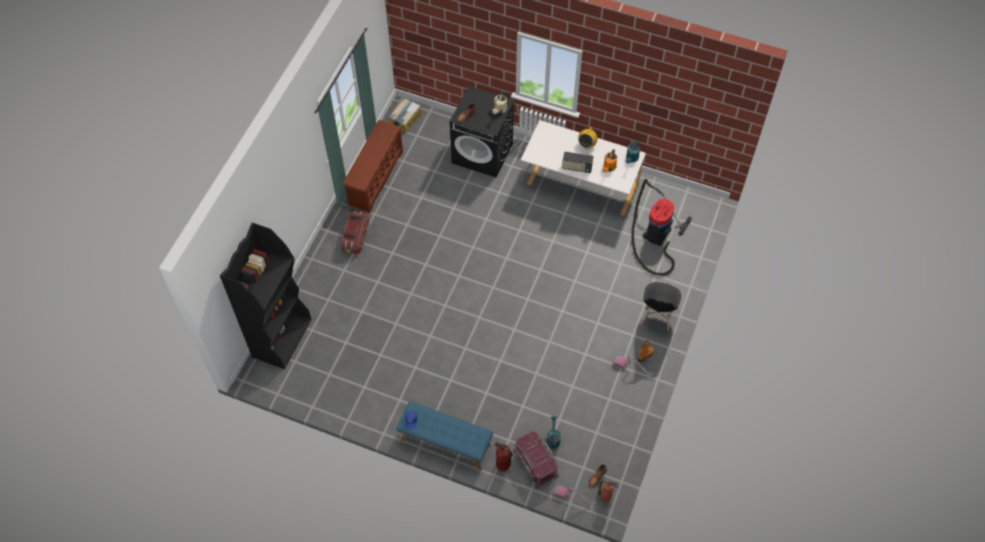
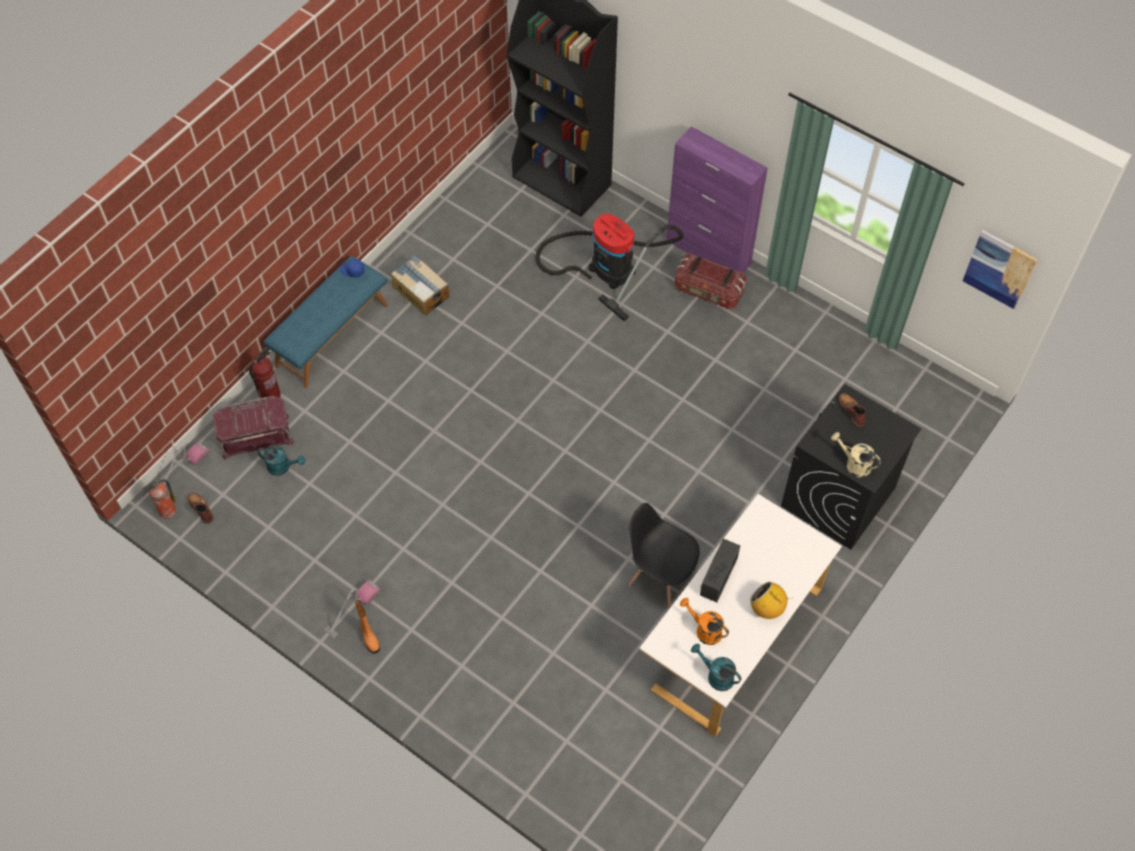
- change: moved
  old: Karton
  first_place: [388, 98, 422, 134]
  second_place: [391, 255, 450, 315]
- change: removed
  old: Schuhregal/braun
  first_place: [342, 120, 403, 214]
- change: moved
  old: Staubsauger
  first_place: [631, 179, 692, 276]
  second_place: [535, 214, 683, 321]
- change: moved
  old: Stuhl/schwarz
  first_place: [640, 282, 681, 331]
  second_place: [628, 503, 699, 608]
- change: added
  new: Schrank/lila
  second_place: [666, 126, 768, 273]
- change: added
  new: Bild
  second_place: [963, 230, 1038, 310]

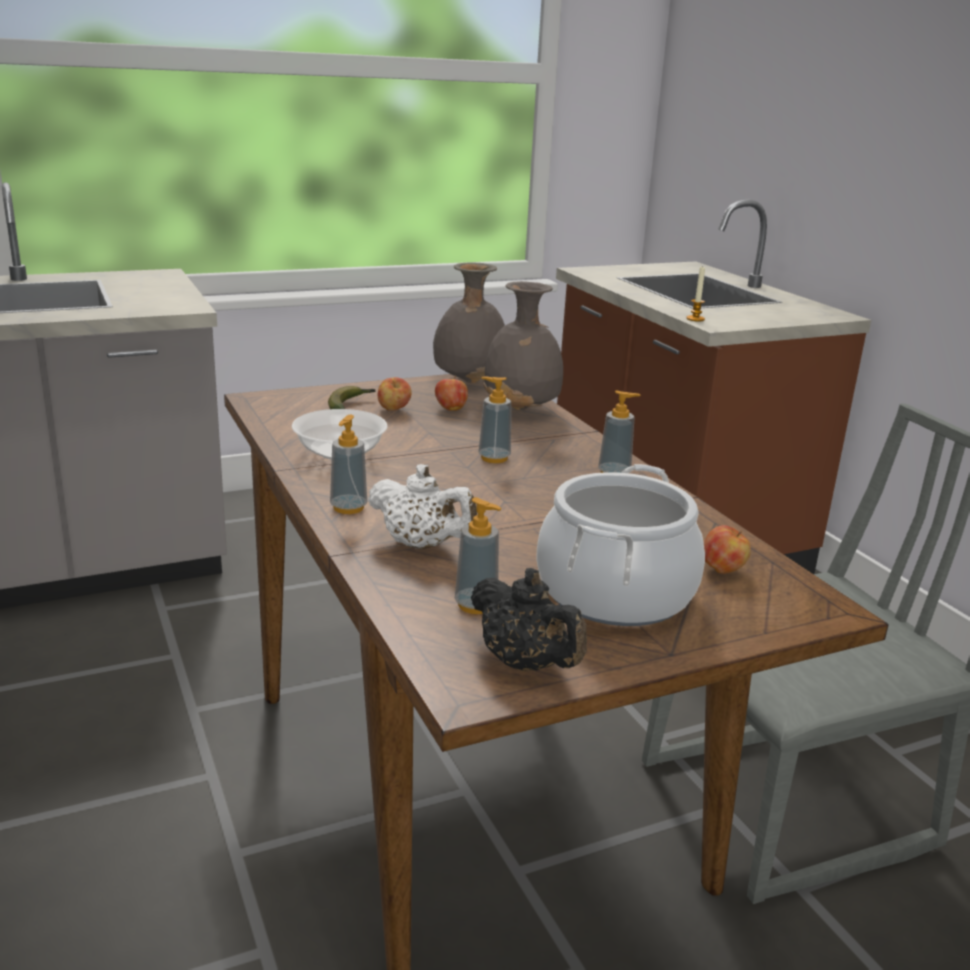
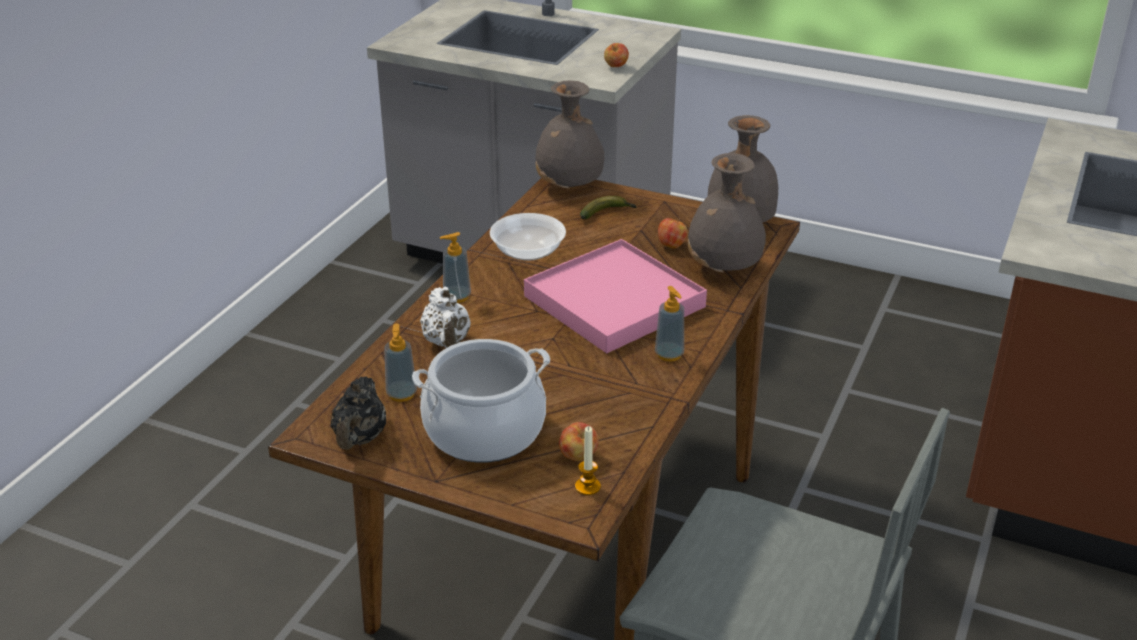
- change: moved
  old: Kerze
  first_place: [687, 267, 705, 322]
  second_place: [575, 426, 601, 496]
- change: moved
  old: Apfel
  first_place: [378, 377, 412, 411]
  second_place: [604, 43, 629, 67]
- change: replaced
  old: Seifenspender
  new: Tablett/rosa
  first_place: [478, 377, 511, 463]
  second_place: [524, 239, 707, 353]
- change: added
  new: Vase/grau
  second_place: [535, 80, 604, 189]

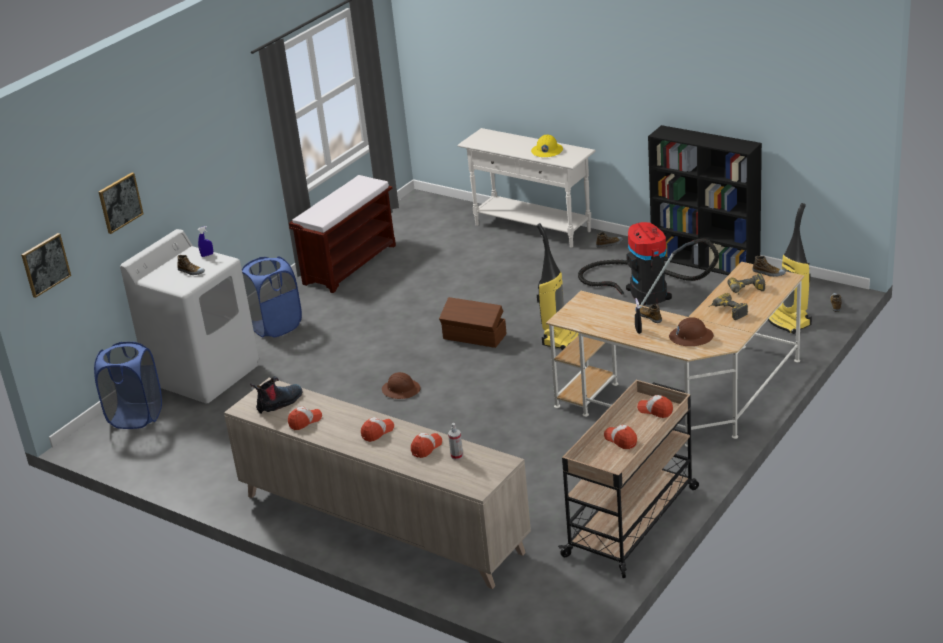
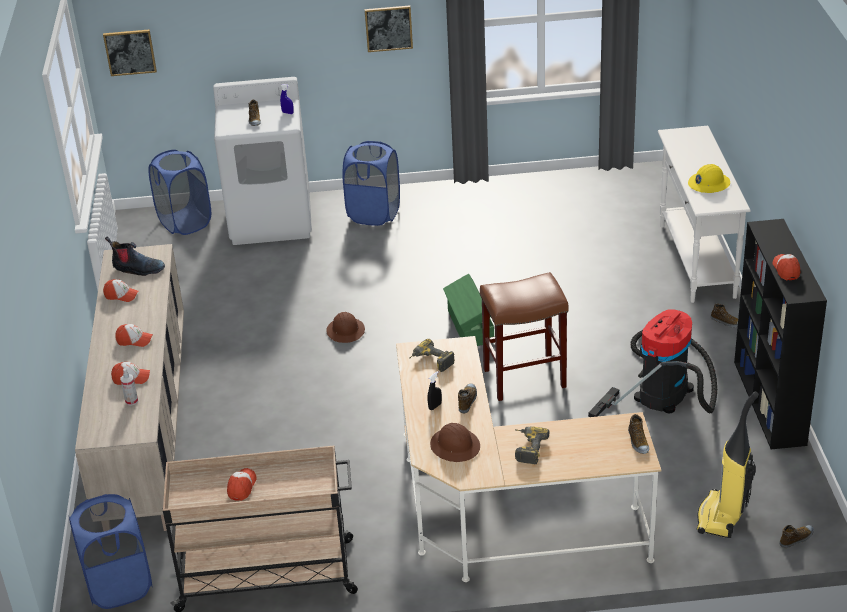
- change: moved
  old: Bild
  first_place: [99, 173, 144, 234]
  second_place: [364, 5, 413, 52]
- change: removed
  old: Bank/braun
  first_place: [289, 175, 396, 293]
- change: replaced
  old: Staubsauger
  new: Hocker/braun
  first_place: [537, 223, 579, 350]
  second_place: [480, 272, 569, 401]
- change: moved
  old: Bohrmaschine
  first_place: [728, 273, 765, 294]
  second_place: [409, 339, 455, 372]
- change: recoloured
  old: Aufbewahrungsbox/braun
  new: Aufbewahrungsbox/grün
  first_place: [439, 297, 506, 348]
  second_place: [443, 274, 494, 346]
- change: moved
  old: Kappe
  first_place: [637, 395, 673, 418]
  second_place: [773, 254, 800, 280]
- change: added
  new: Wäschekorb/blau
  second_place: [68, 494, 153, 609]

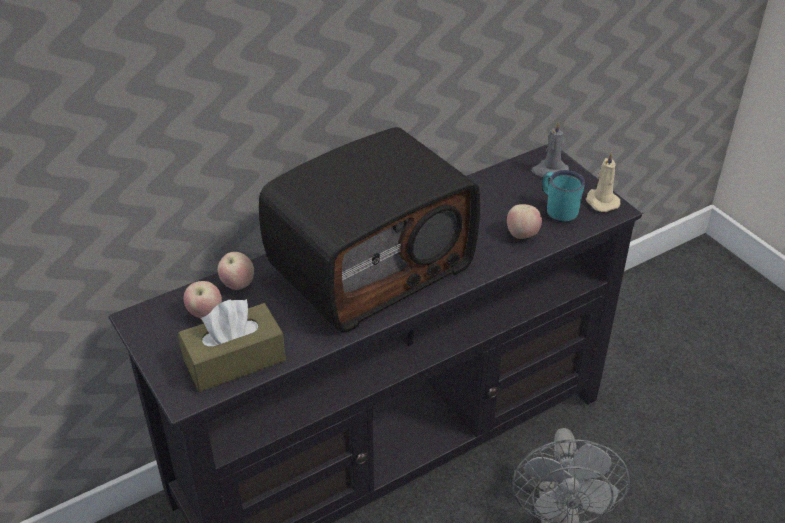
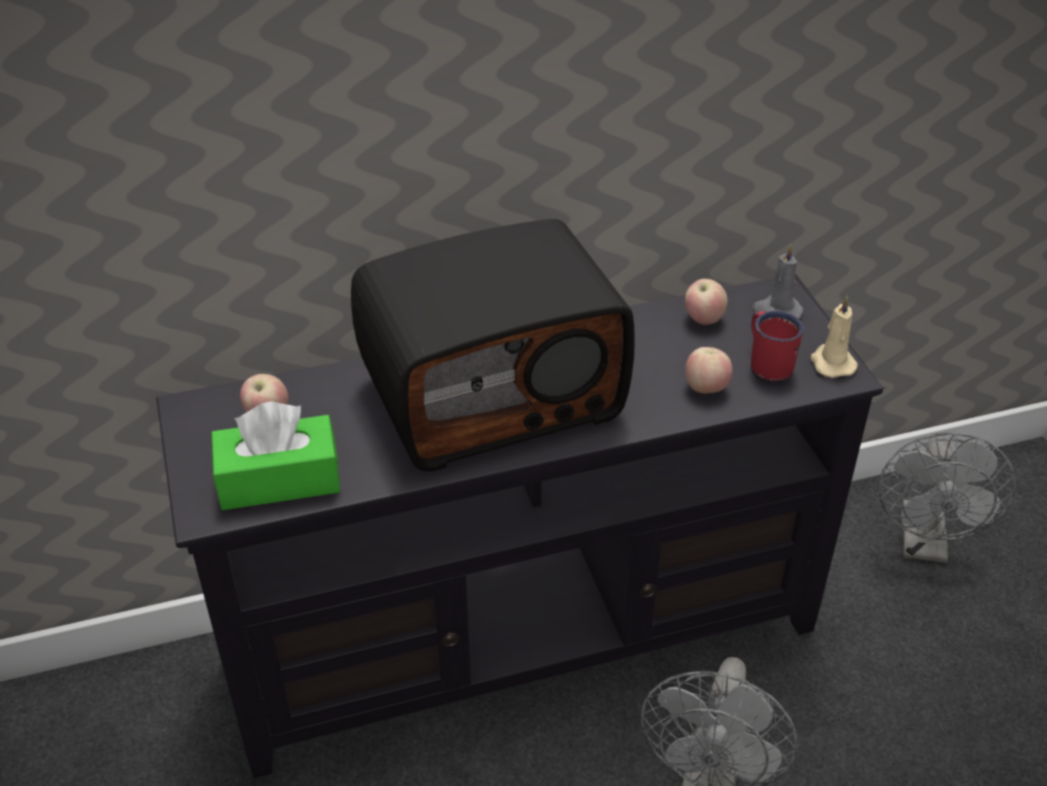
- change: recoloured
  old: Henkelbecher/türkis
  new: Henkelbecher/rot
  first_place: [542, 170, 585, 223]
  second_place: [751, 310, 803, 383]
- change: moved
  old: Apfel
  first_place: [218, 252, 254, 290]
  second_place: [685, 279, 728, 325]
- change: recoloured
  old: Taschentuchbox/braun
  new: Taschentuchbox/grün
  first_place: [178, 299, 286, 392]
  second_place: [211, 402, 340, 510]
- change: added
  new: Ventilator/grau
  second_place: [878, 433, 1016, 563]

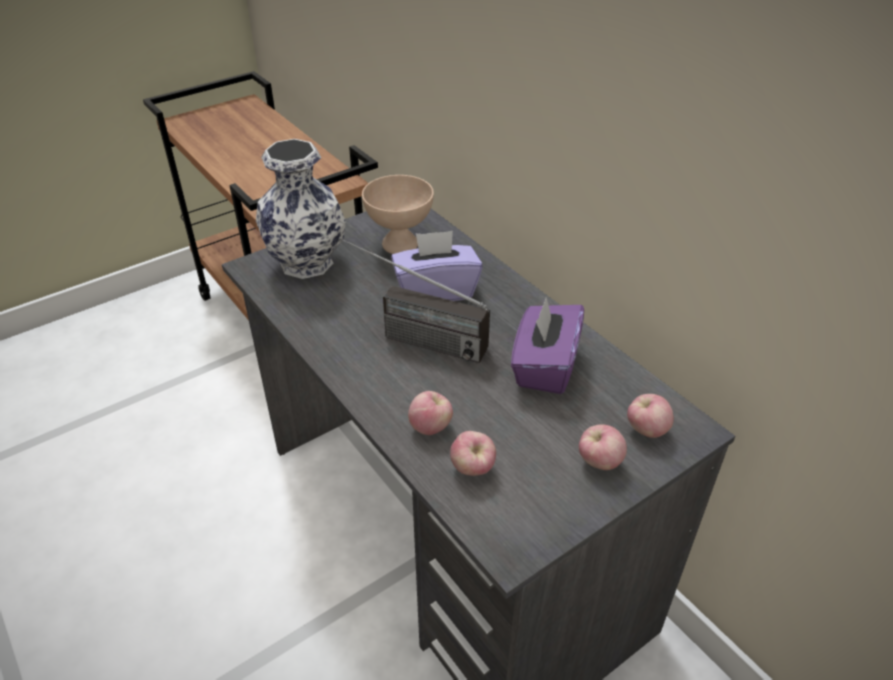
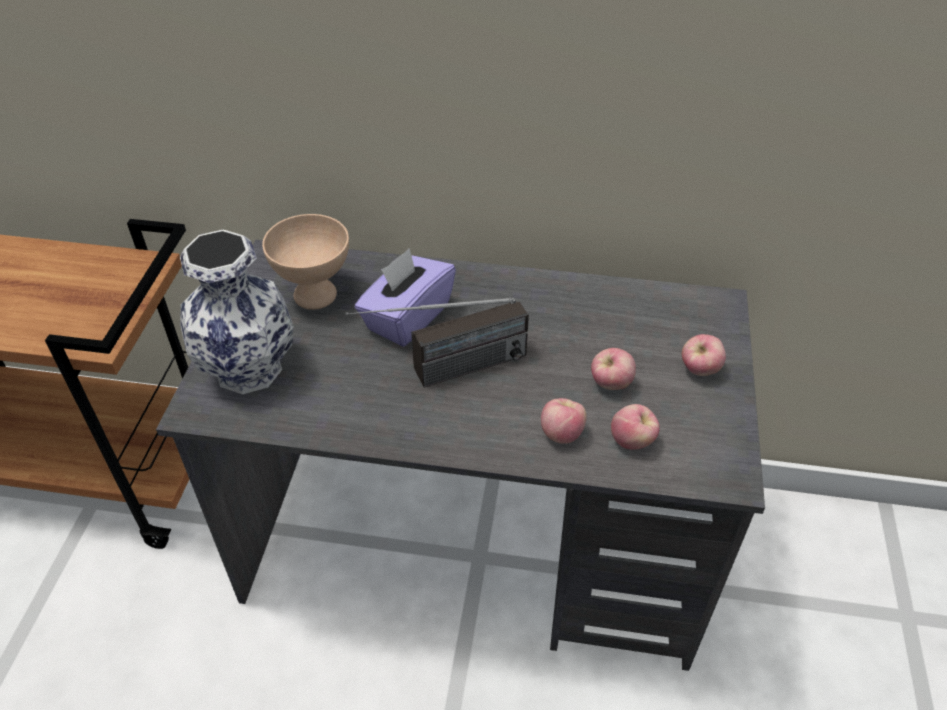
- change: removed
  old: Taschentuchbox/lila
  first_place: [511, 297, 584, 394]
- change: moved
  old: Apfel
  first_place: [627, 394, 674, 438]
  second_place: [591, 348, 636, 390]

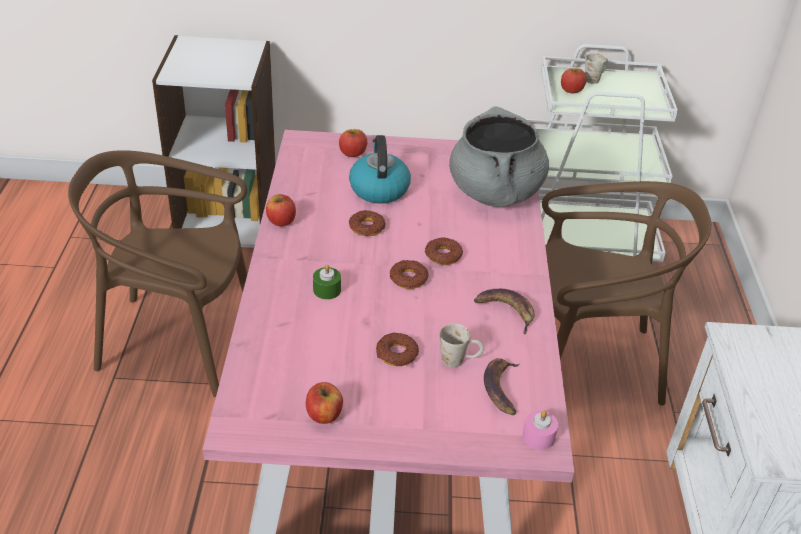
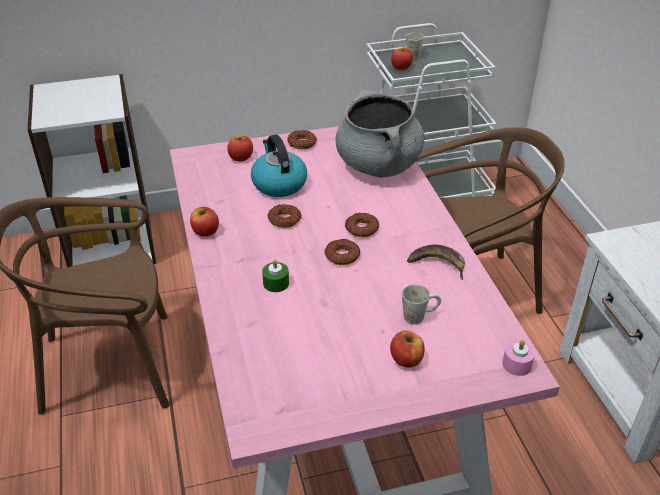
- change: moved
  old: Donut
  first_place: [376, 332, 419, 366]
  second_place: [287, 130, 317, 150]
- change: removed
  old: Banane
  first_place: [484, 358, 520, 415]
- change: moved
  old: Apfel
  first_place: [306, 382, 343, 424]
  second_place: [390, 331, 425, 368]

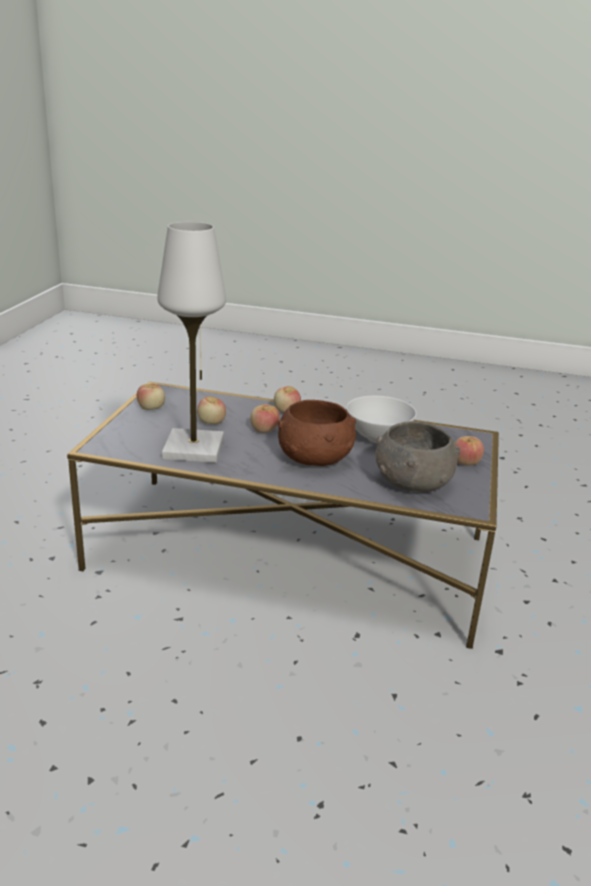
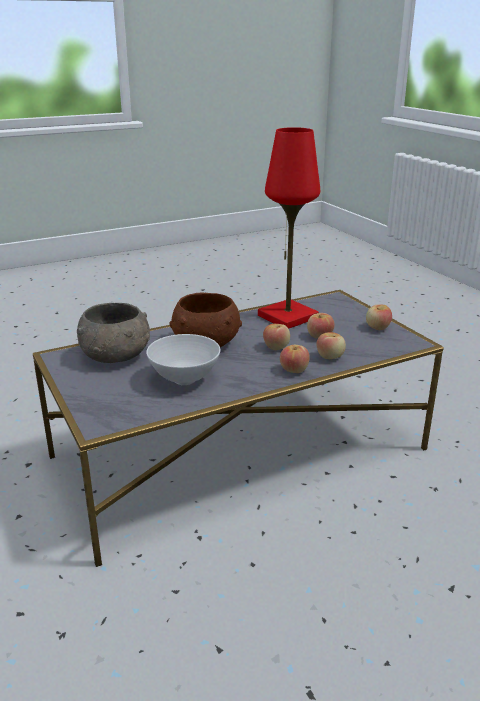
- change: recoloured
  old: Tischlampe/weiß
  new: Tischlampe/rot
  first_place: [157, 222, 226, 463]
  second_place: [258, 127, 320, 329]
- change: moved
  old: Apfel
  first_place: [455, 436, 484, 465]
  second_place: [317, 332, 346, 359]

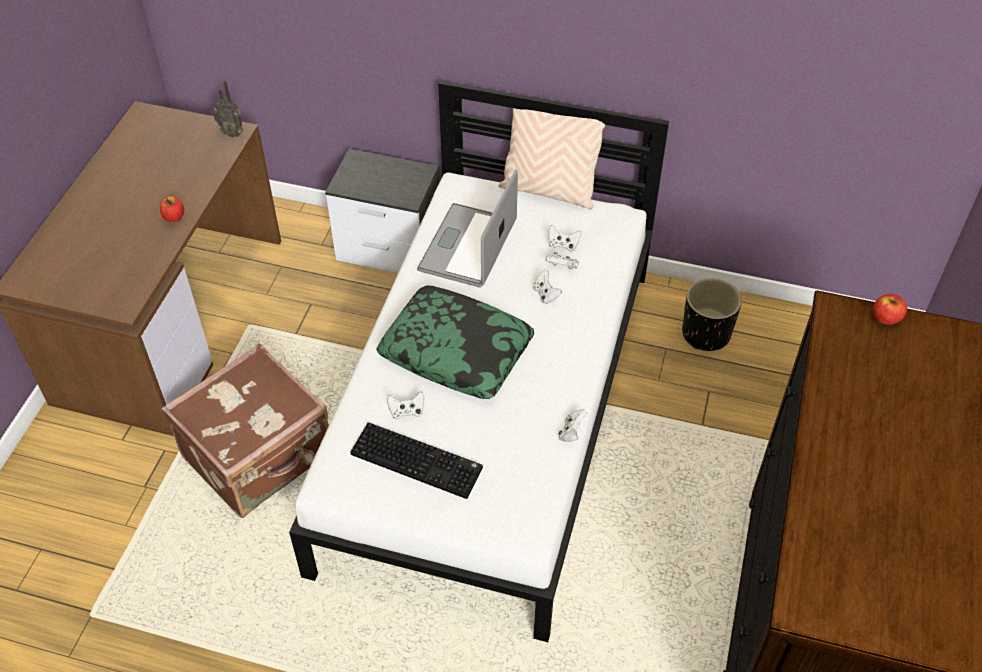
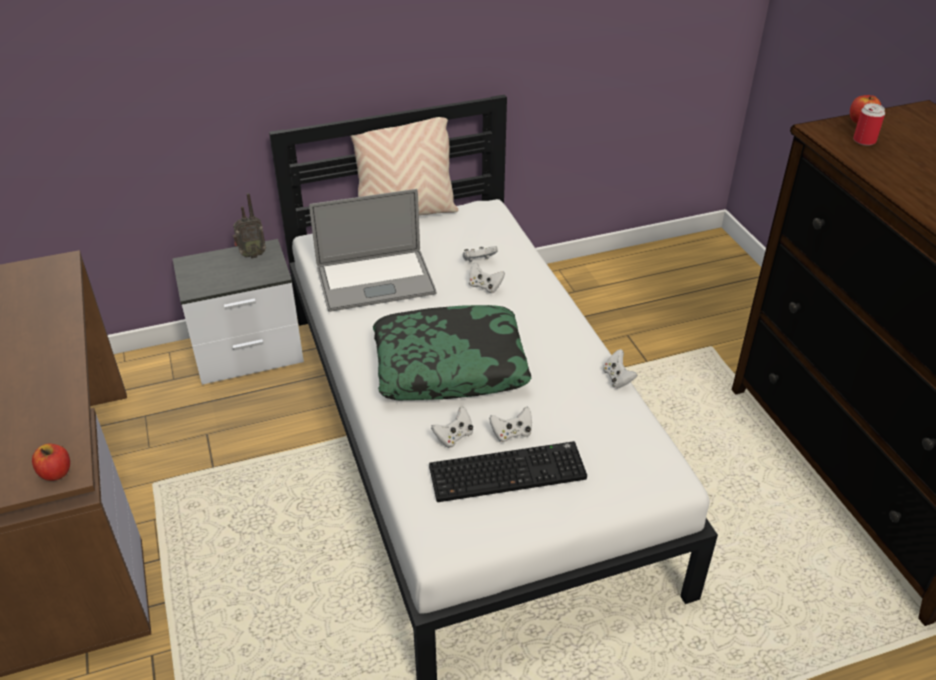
- change: moved
  old: Radio
  first_place: [212, 80, 243, 137]
  second_place: [233, 193, 266, 259]
- change: turned
  old: Laptop
  first_place: [417, 169, 518, 288]
  second_place: [309, 189, 436, 312]
  degrees: -90
- change: moved
  old: Apfel
  first_place: [160, 196, 184, 222]
  second_place: [32, 443, 70, 481]
- change: moved
  old: Gamepad/weiß
  first_place: [548, 225, 581, 252]
  second_place: [489, 406, 532, 442]
- change: removed
  old: Pflanzkübel/schwarz
  first_place: [682, 278, 742, 351]
- change: removed
  old: Koffer/braun
  first_place: [162, 344, 329, 518]
- change: added
  new: Dose
  second_place: [853, 103, 885, 146]

